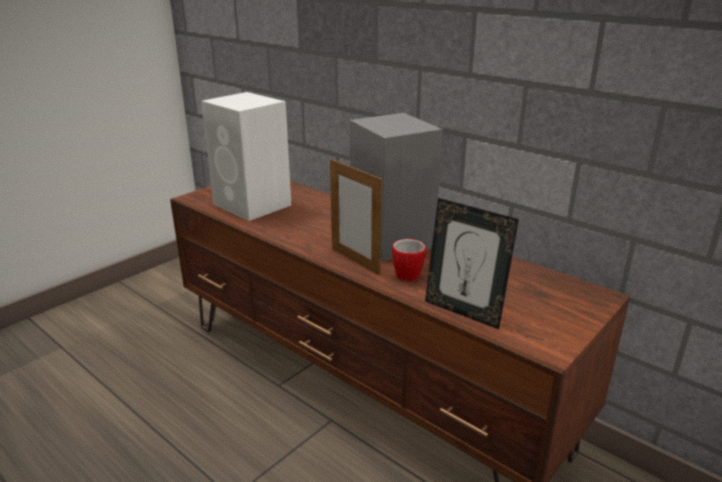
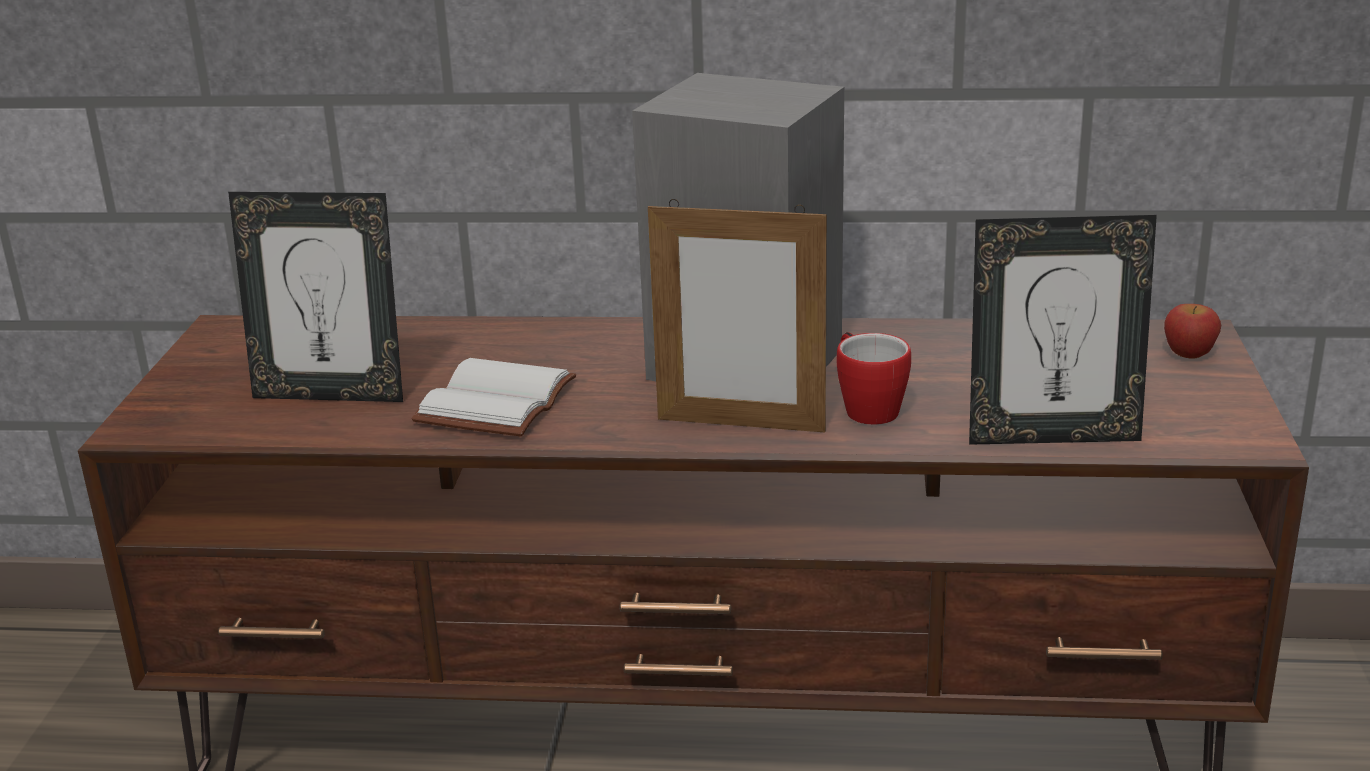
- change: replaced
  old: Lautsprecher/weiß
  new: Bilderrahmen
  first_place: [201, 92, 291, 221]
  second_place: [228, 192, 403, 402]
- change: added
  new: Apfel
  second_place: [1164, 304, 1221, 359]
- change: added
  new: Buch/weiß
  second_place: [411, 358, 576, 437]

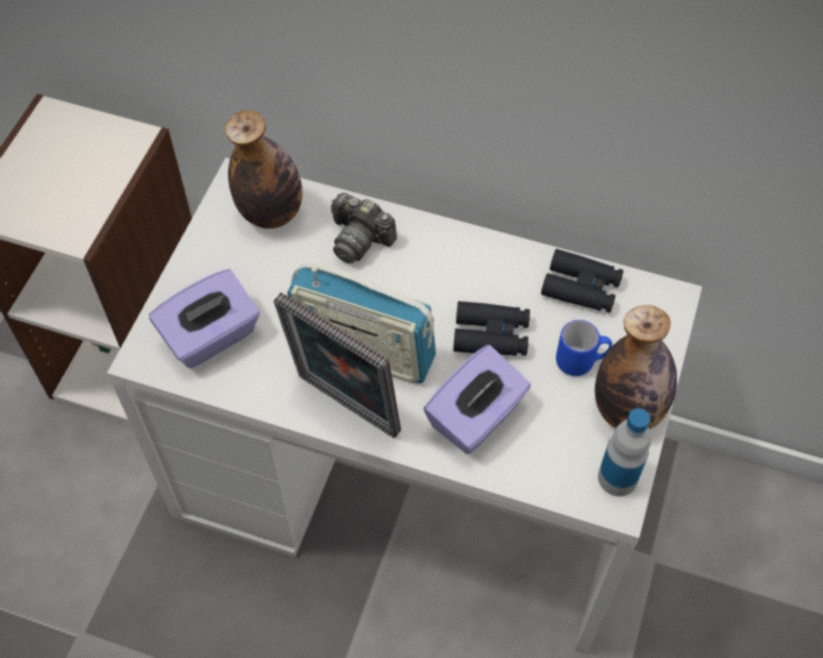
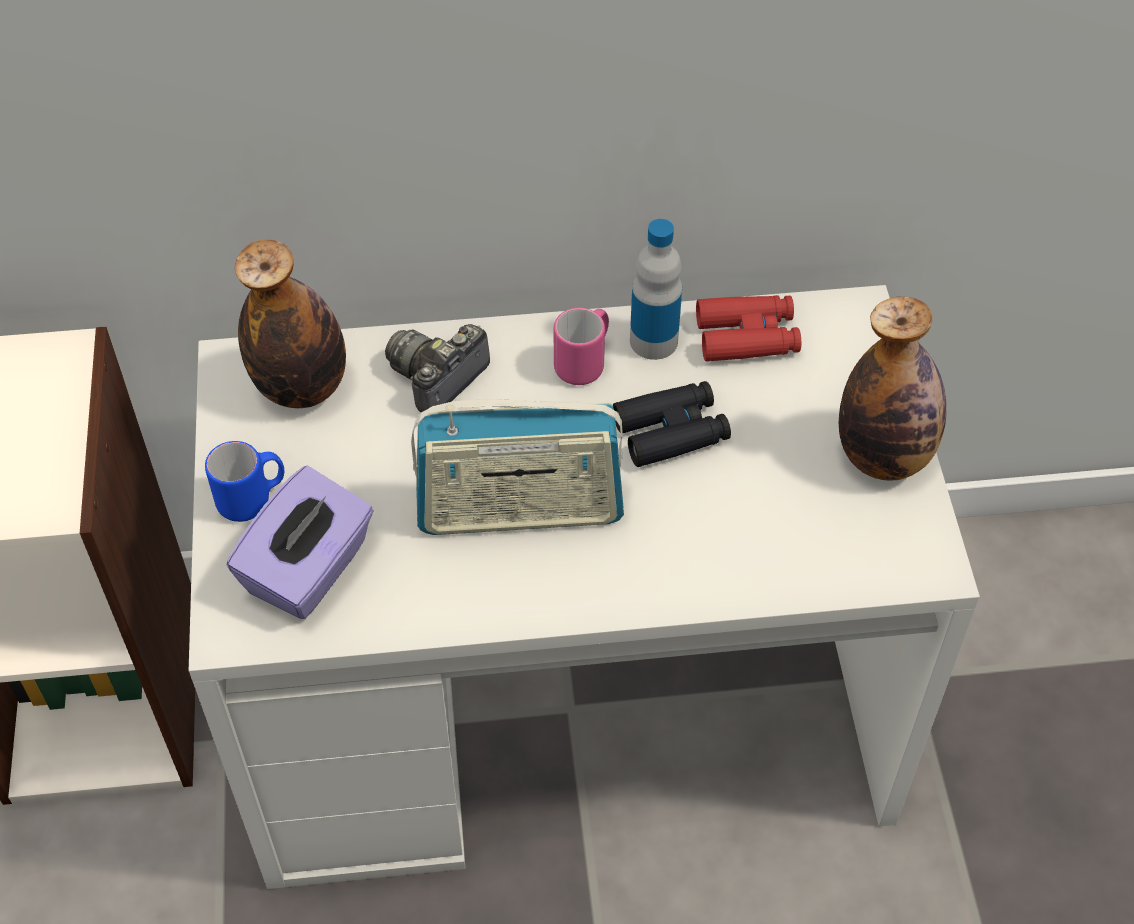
- change: turned
  old: Kamera
  first_place: [331, 193, 397, 264]
  second_place: [385, 324, 490, 412]
  degrees: 120
- change: recoloured
  old: Fernglas/schwarz
  new: Fernglas/rot
  first_place: [541, 249, 623, 313]
  second_place: [696, 295, 801, 361]
- change: removed
  old: Bilderrahmen
  first_place: [274, 293, 401, 438]
- change: moved
  old: Henkelbecher/blau
  first_place: [556, 320, 613, 376]
  second_place: [205, 441, 284, 522]
- change: removed
  old: Taschentuchbox/lila
  first_place: [423, 345, 531, 454]
- change: moved
  old: Flasche
  first_place: [598, 408, 651, 496]
  second_place: [630, 219, 682, 360]
- change: added
  new: Henkelbecher/rosa
  second_place: [553, 308, 609, 385]

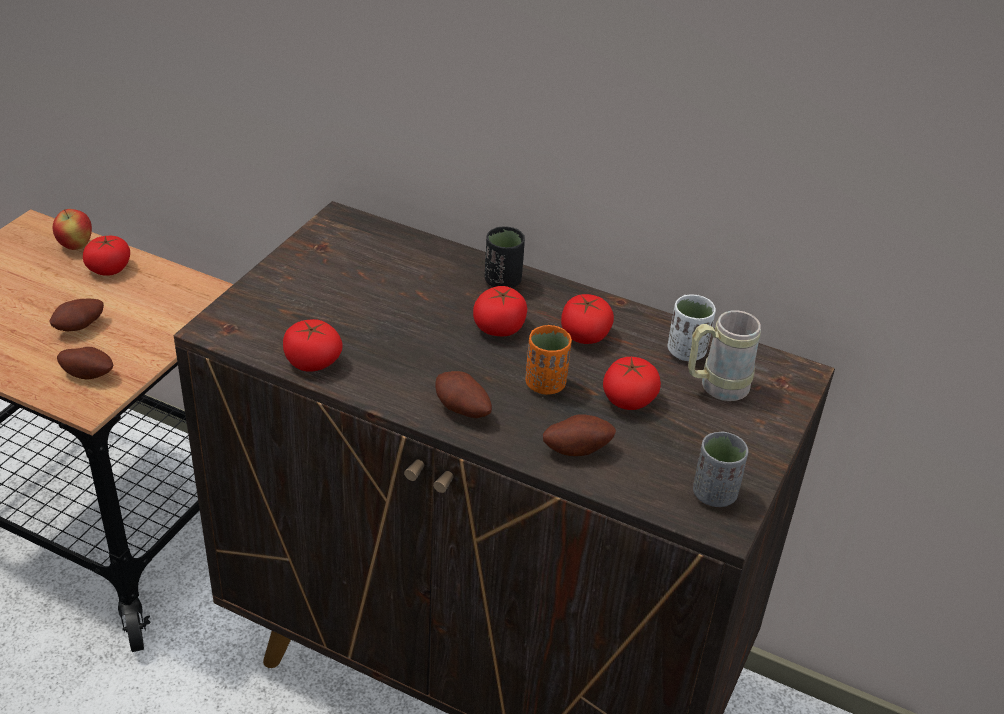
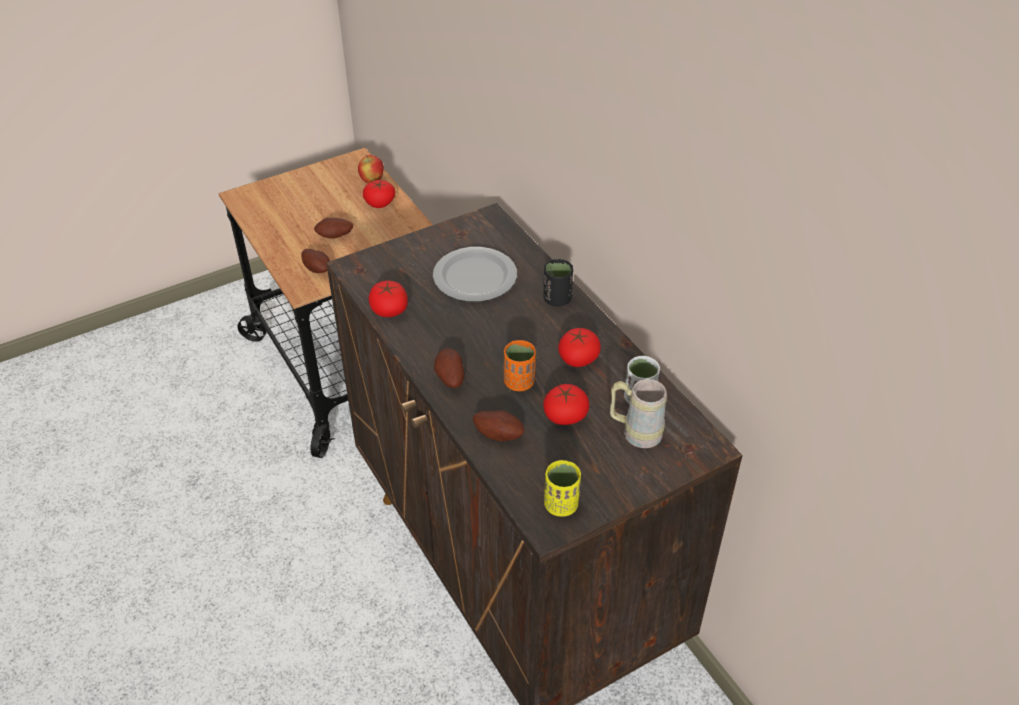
- change: removed
  old: Tomate
  first_place: [473, 286, 527, 336]
- change: recoloured
  old: Tasse/grau
  new: Tasse/gelb
  first_place: [693, 432, 748, 507]
  second_place: [544, 460, 581, 517]
- change: added
  new: Teller
  second_place: [433, 247, 517, 302]

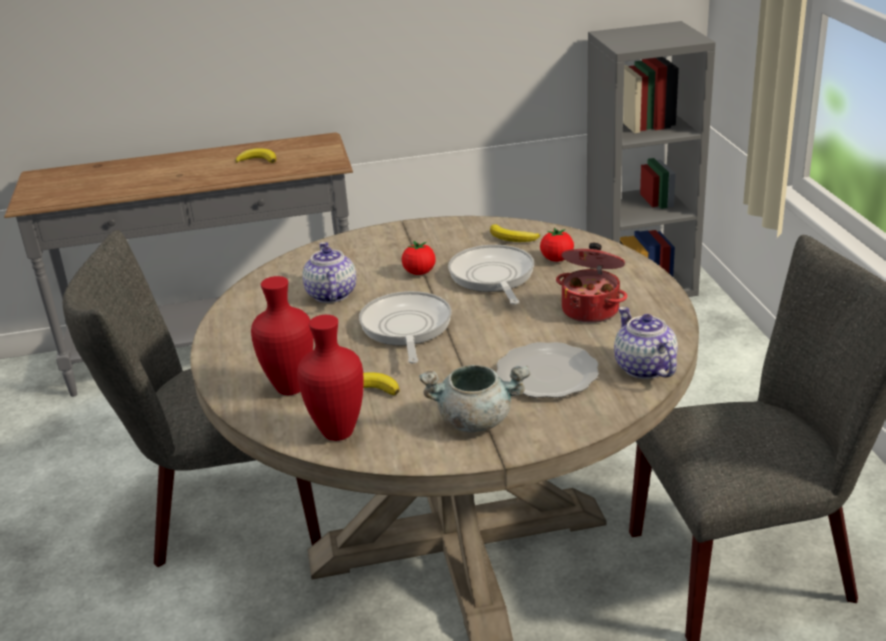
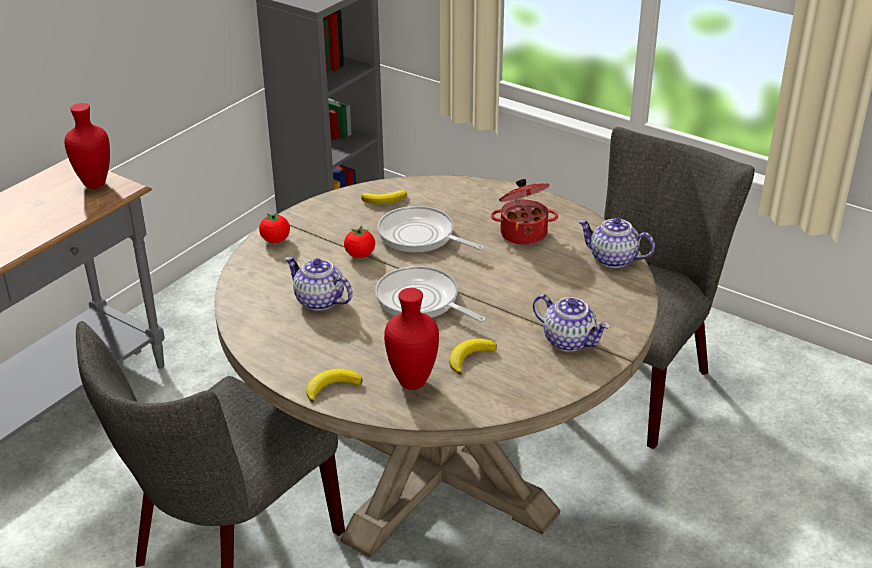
- change: moved
  old: Banane
  first_place: [235, 149, 276, 163]
  second_place: [306, 368, 363, 403]
- change: moved
  old: Tomate
  first_place: [540, 227, 574, 262]
  second_place: [259, 212, 290, 243]
- change: moved
  old: Vase/rot
  first_place: [297, 315, 364, 441]
  second_place: [64, 103, 110, 189]
- change: removed
  old: Teller
  first_place: [496, 342, 599, 398]
- change: replaced
  old: Kochtopf/grau
  new: Teekanne
  first_place: [419, 365, 530, 432]
  second_place: [533, 294, 610, 352]

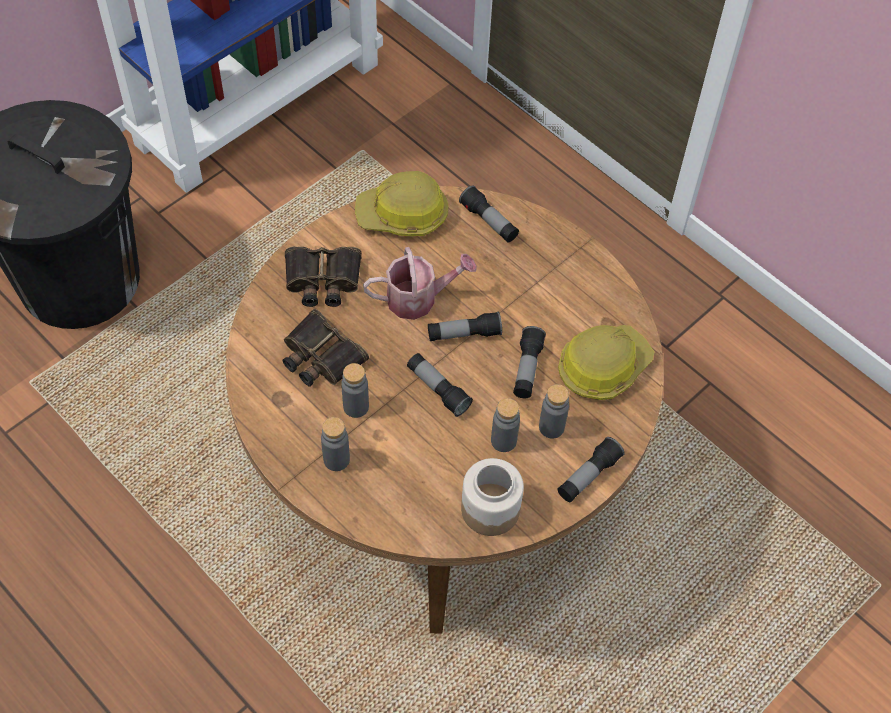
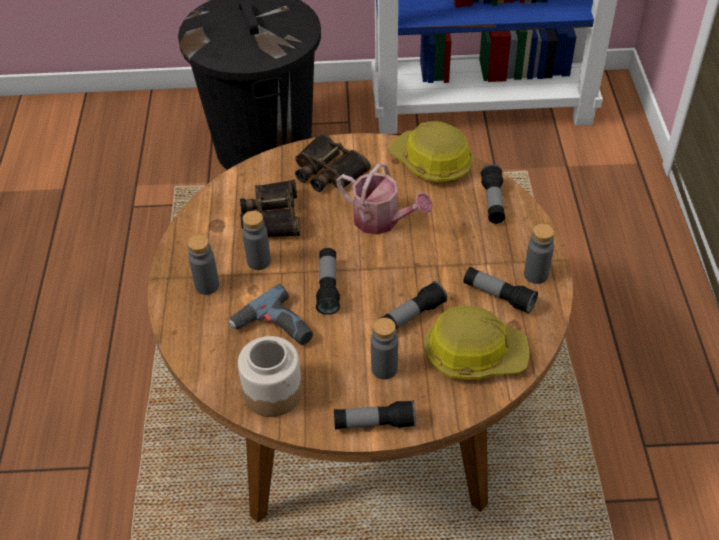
- change: moved
  old: Taschenlampe
  first_place: [428, 311, 502, 341]
  second_place: [463, 267, 538, 314]
- change: moved
  old: Flasche/grau
  first_place: [491, 398, 520, 452]
  second_place: [524, 224, 554, 284]
- change: added
  new: Bohrmaschine
  second_place: [229, 284, 313, 345]

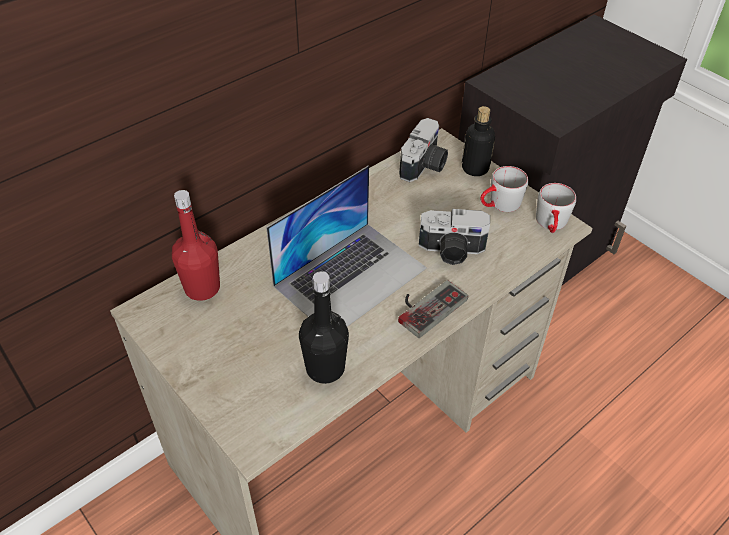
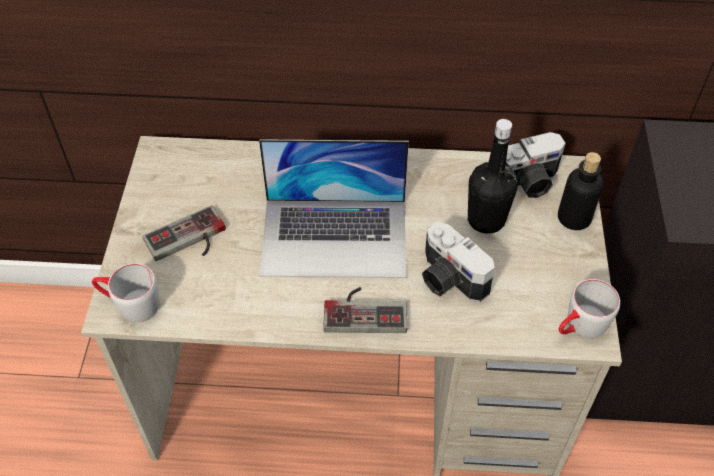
- change: moved
  old: Henkelbecher/grau
  first_place: [481, 166, 528, 212]
  second_place: [92, 263, 160, 322]
- change: removed
  old: Flasche/rot
  first_place: [172, 190, 220, 301]
- change: moved
  old: Flasche/schwarz
  first_place: [299, 271, 349, 384]
  second_place: [468, 119, 518, 234]
- change: added
  new: Gamepad
  second_place: [143, 205, 226, 261]

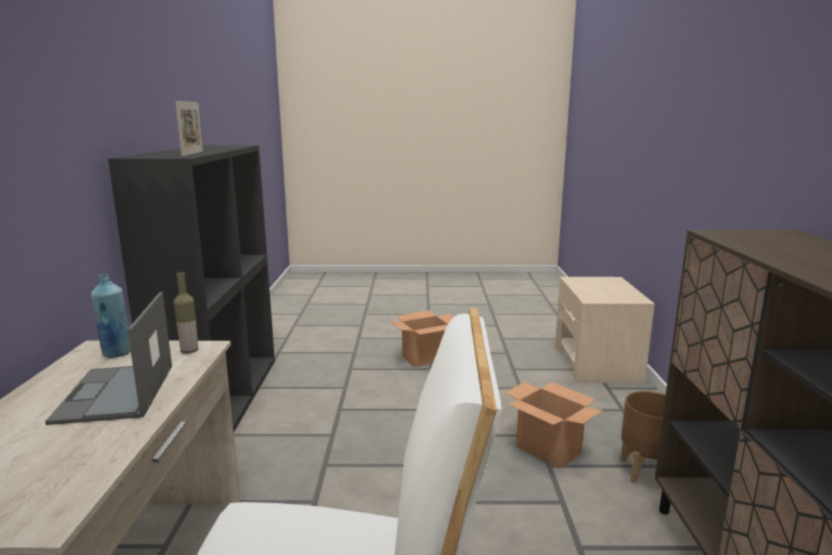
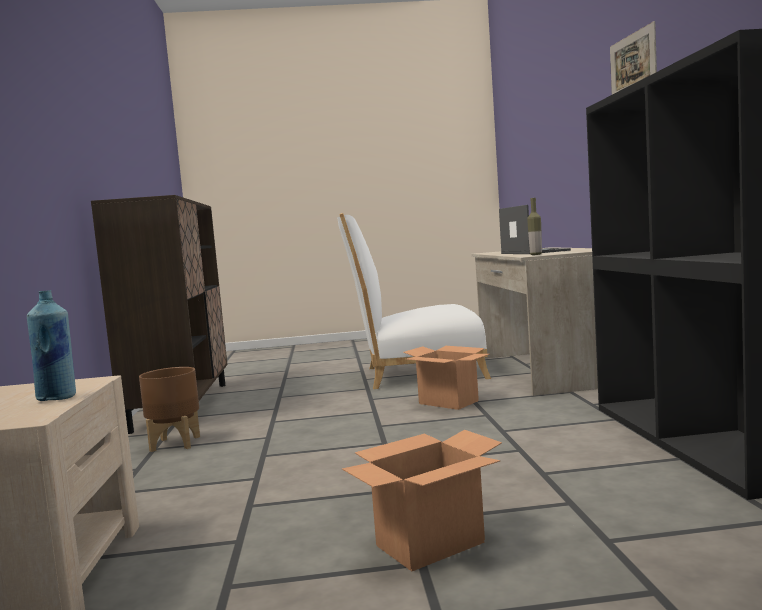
- change: moved
  old: Flasche/blau
  first_place: [91, 274, 131, 358]
  second_place: [27, 290, 76, 401]
- change: moved
  old: Karton
  first_place: [504, 382, 603, 469]
  second_place: [403, 346, 490, 410]

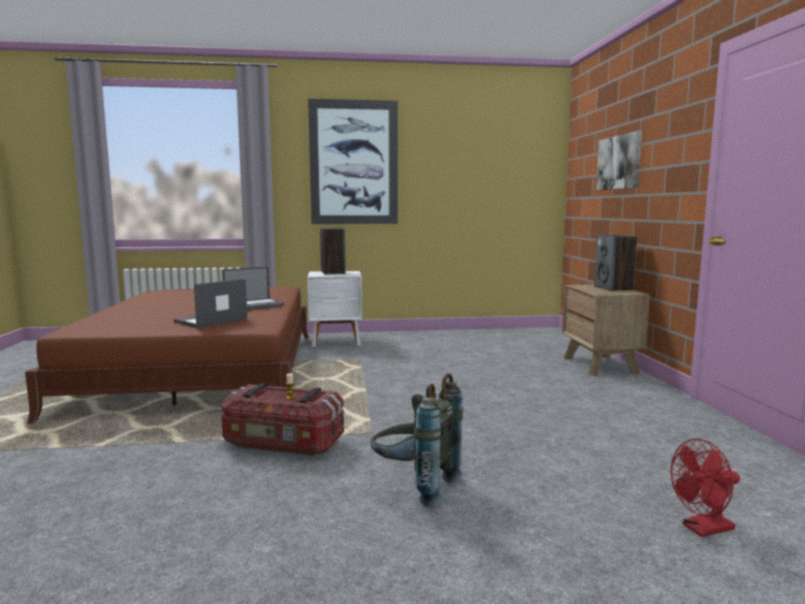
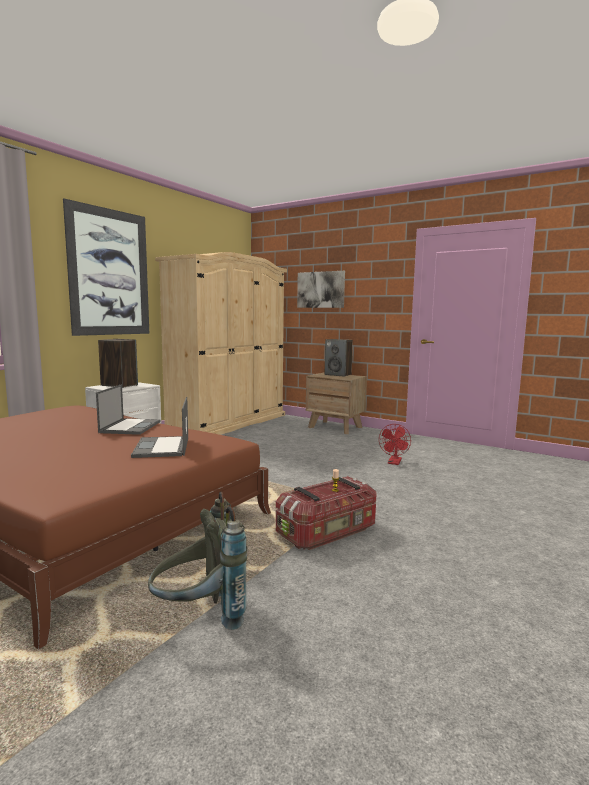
- change: moved
  old: Rucksack/grau
  first_place: [370, 373, 463, 507]
  second_place: [148, 492, 247, 630]
- change: moved
  old: Ventilator/rot
  first_place: [671, 438, 740, 537]
  second_place: [379, 424, 411, 465]
- change: added
  new: Kleiderschrank/beige
  second_place: [155, 252, 287, 435]

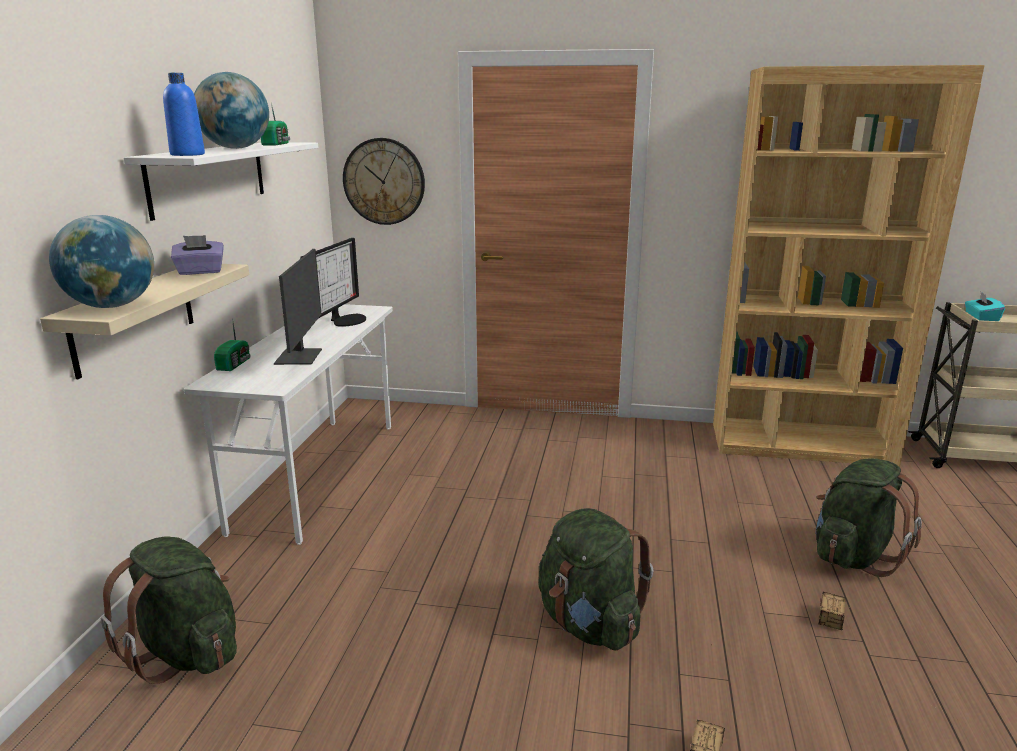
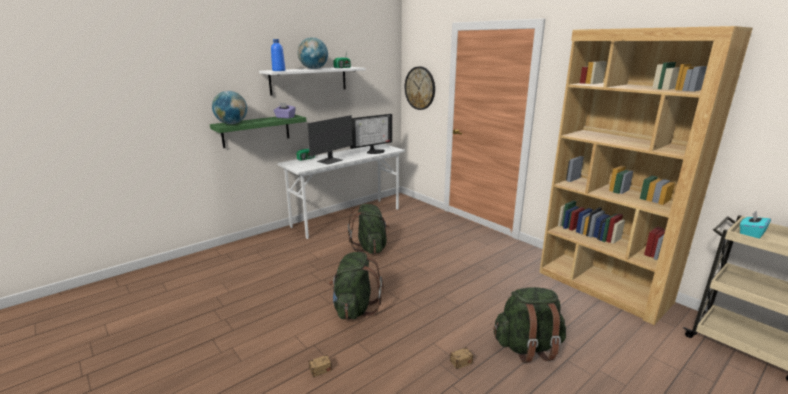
- change: recoloured
  old: Wandregal/beige
  new: Wandregal/grün
  first_place: [40, 264, 249, 379]
  second_place: [210, 115, 306, 148]
- change: moved
  old: Rucksack/grün
  first_place: [101, 536, 237, 684]
  second_place: [348, 204, 390, 254]

